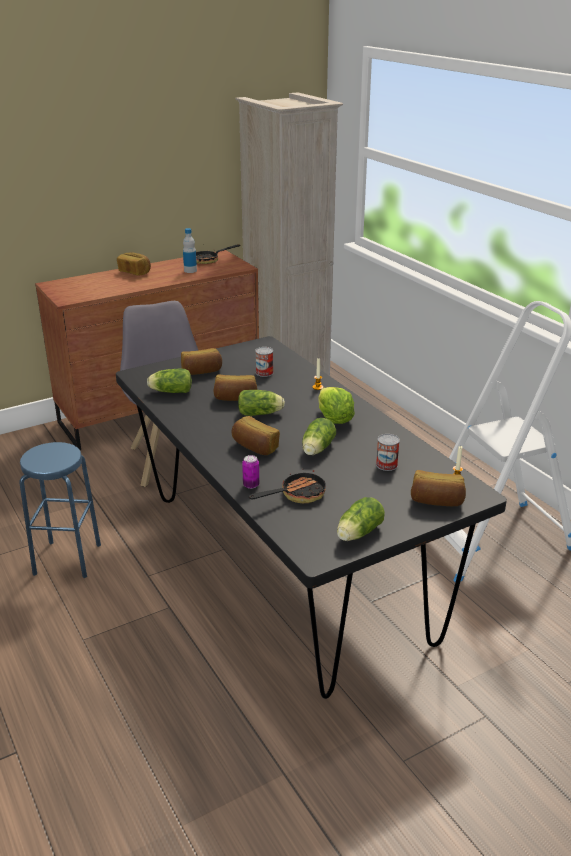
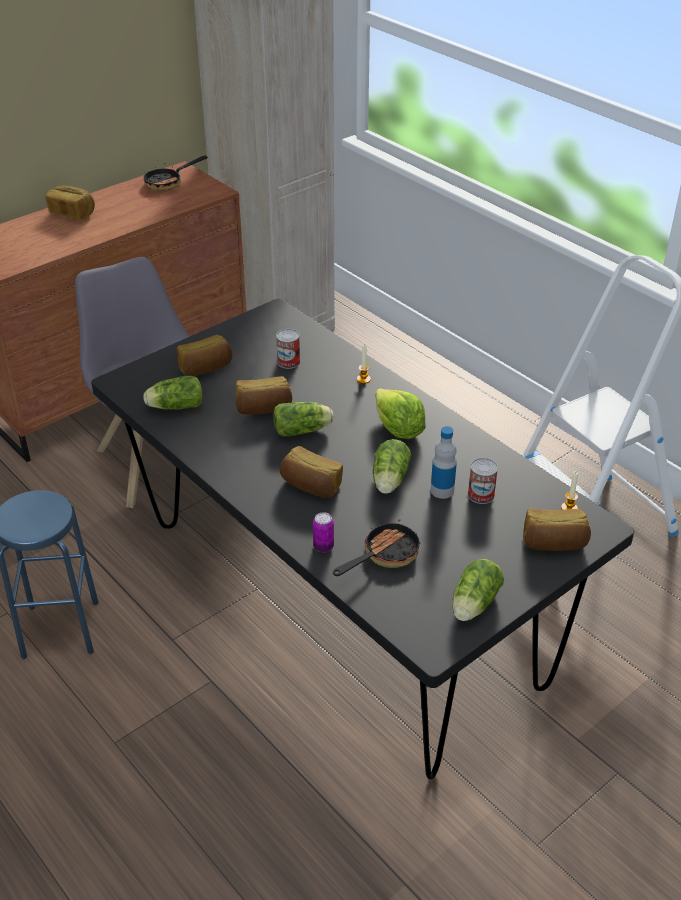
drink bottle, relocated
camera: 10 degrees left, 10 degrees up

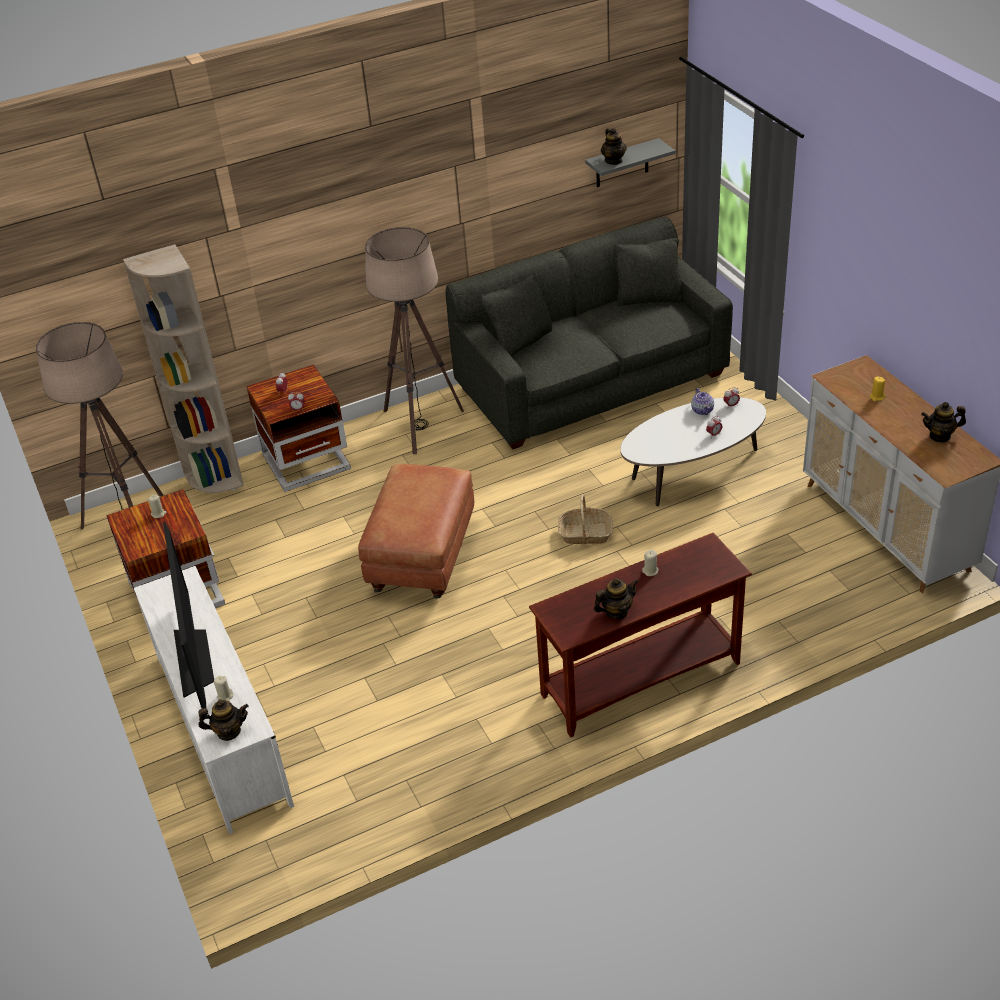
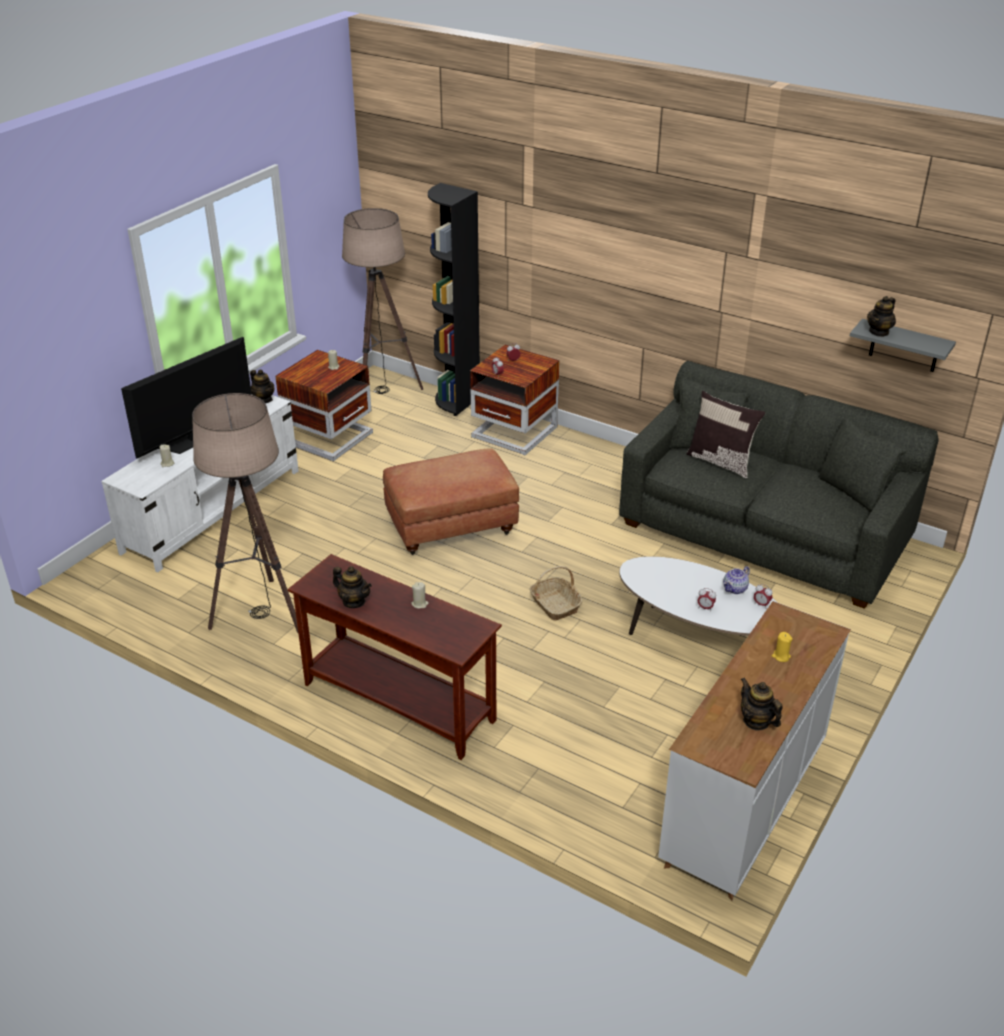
standing lamp (no. 2 from left in the first image) -> standing lamp (no. 1 from left), relocated
bookshelf in beige -> bookshelf in blackish
tea pot (no. 1 from left), relocated
none -> cushion
camera: 55 degrees right, 5 degrees down

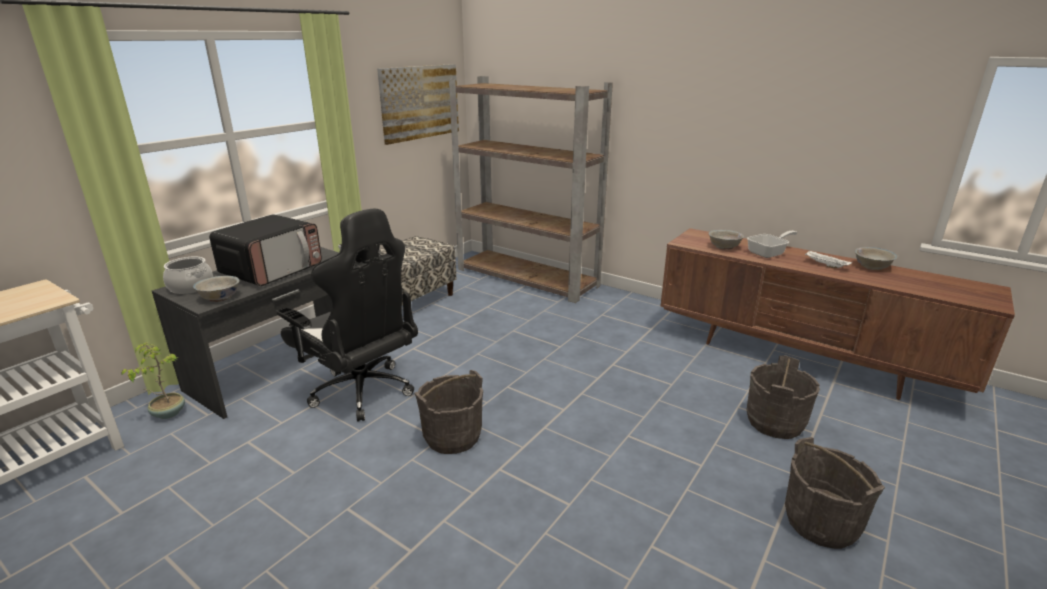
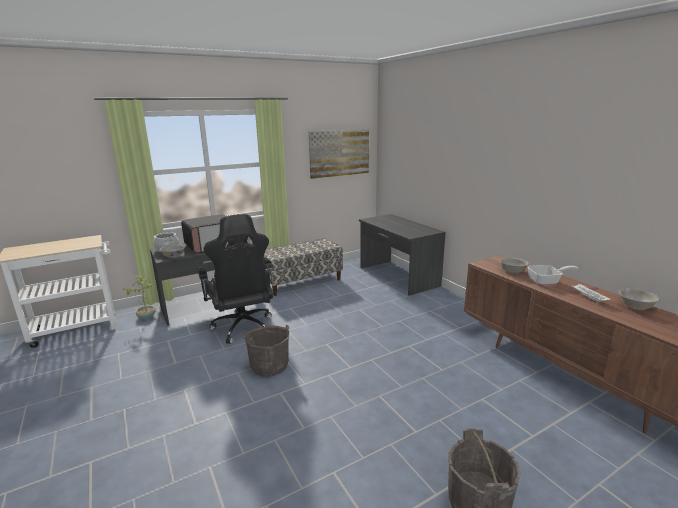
bookshelf in brown-coloured -> desk in gray (no. 2 from left)
water bucket in gray (no. 2 from left) -> none
camera: 25 degrees right, 5 degrees down

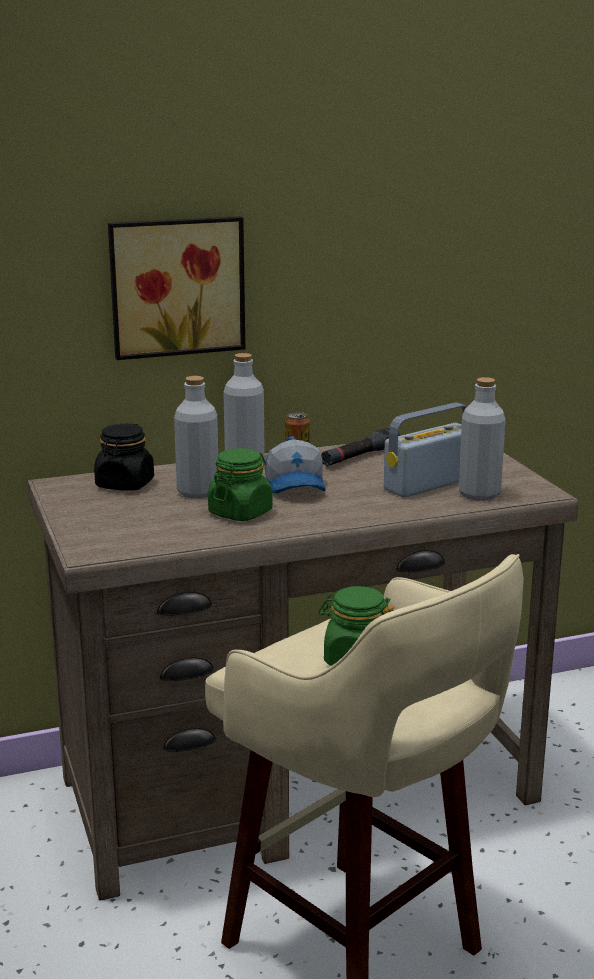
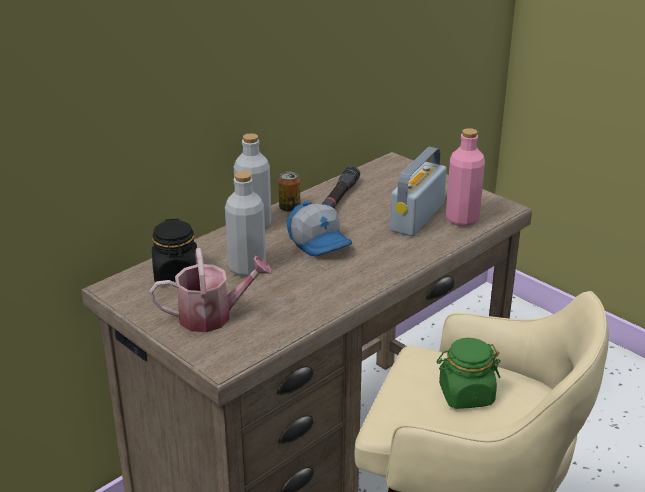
picture -> none
drink bottle in gray (no. 3 from left) -> drink bottle in pink
jar in green (no. 1 from left) -> none
none -> watering can
camera: 25 degrees left, 10 degrees up

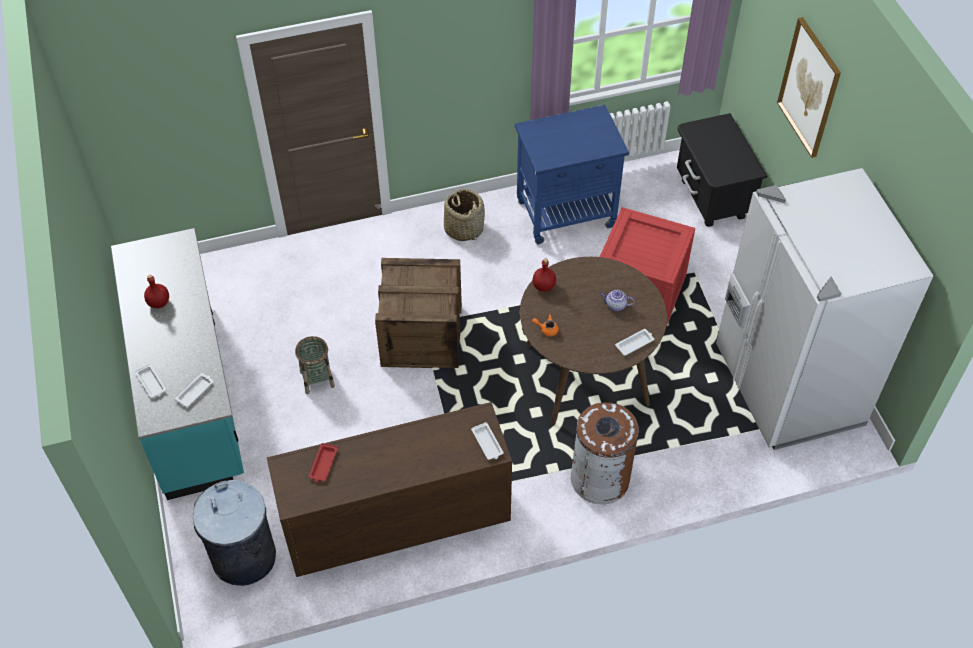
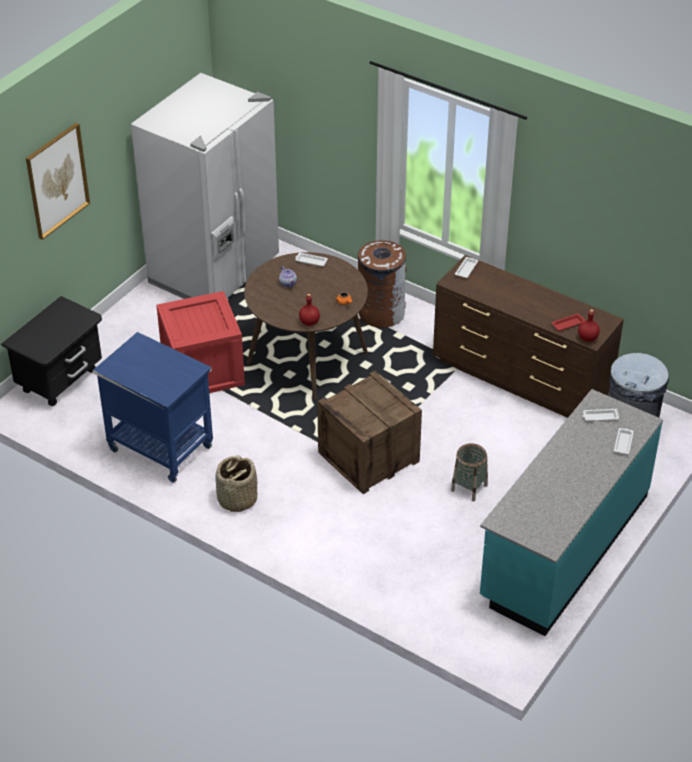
drink bottle in reddish (no. 1 from left in the first image) -> drink bottle in reddish (no. 2 from left), relocated
camera: 130 degrees left, 10 degrees down

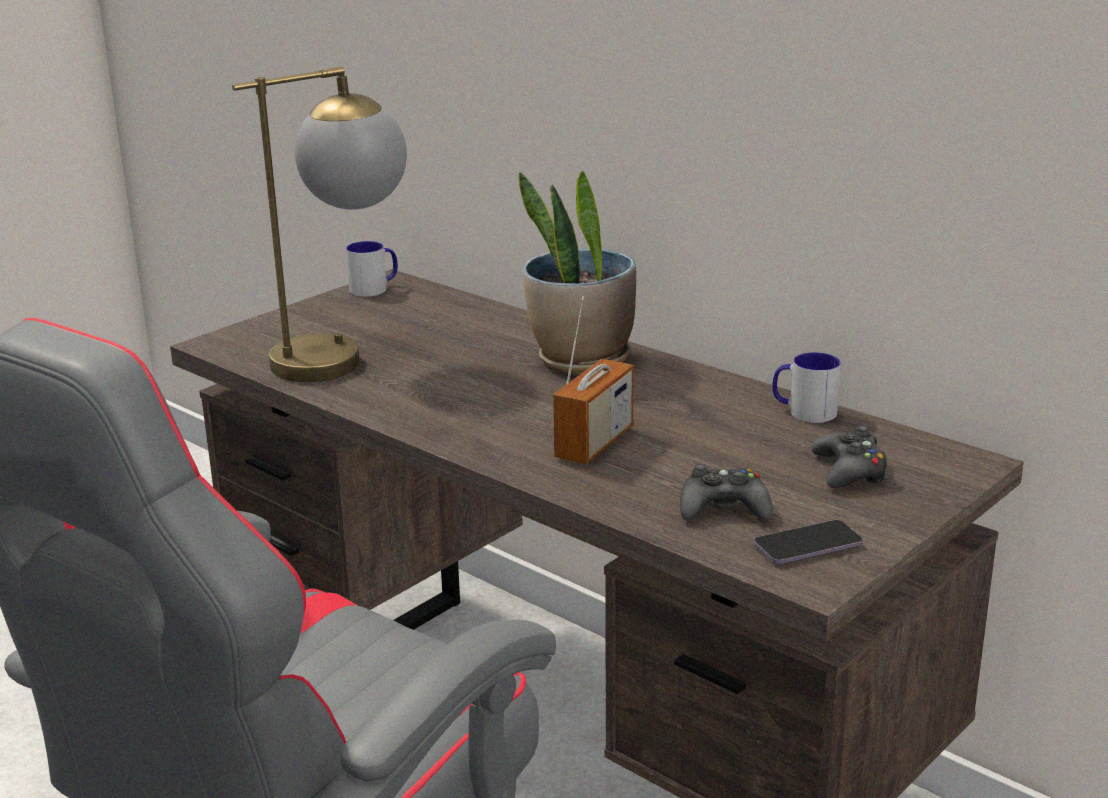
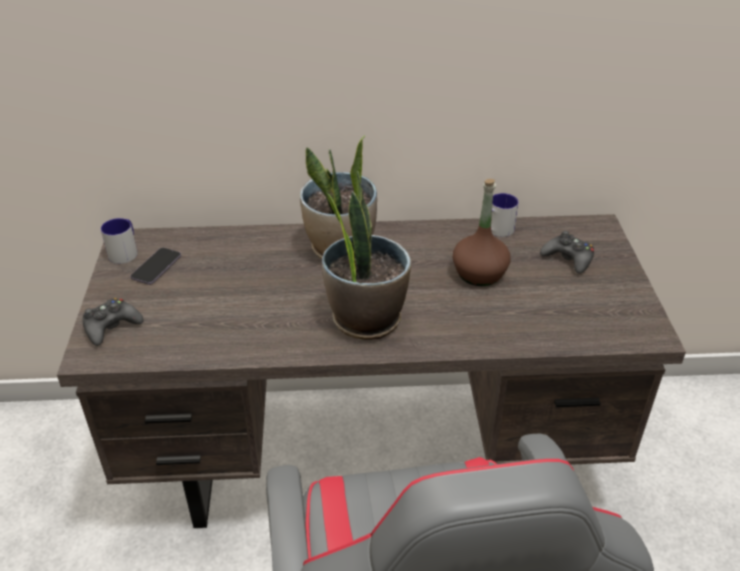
lamp for a table -> none
radio -> none
joypad in blackish (no. 1 from left), relocated
telephone, relocated
none -> potted plant (no. 2 from left)
none -> drink bottle in brown-coloured
camera: 45 degrees left, 15 degrees up

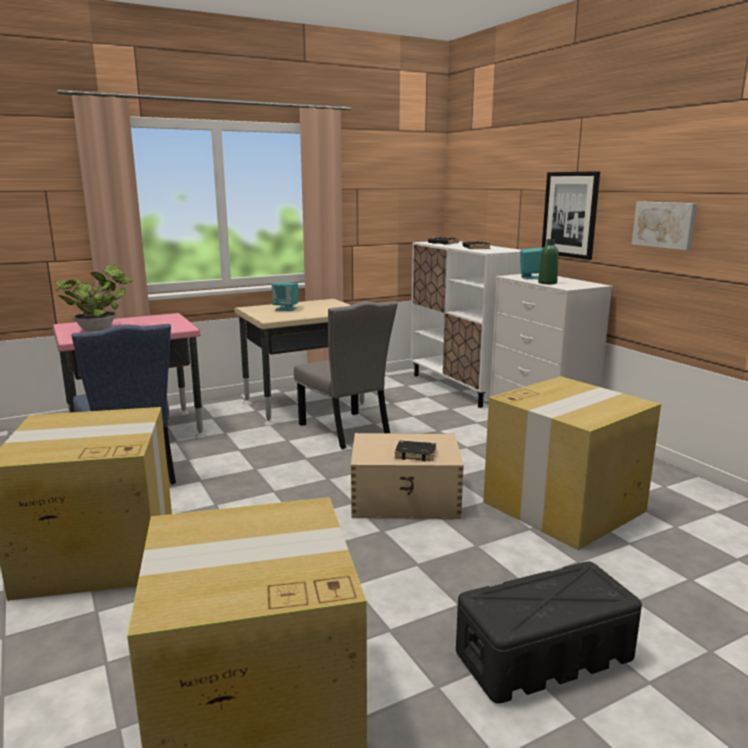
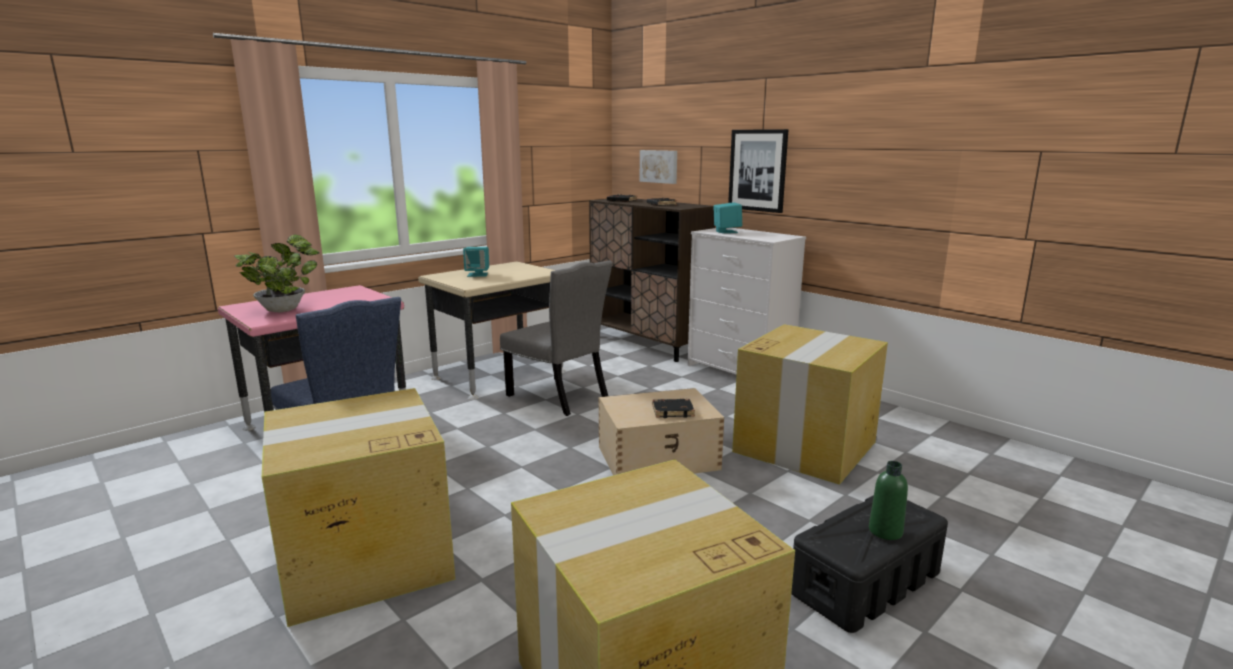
picture (no. 2 from left in the first image) -> picture (no. 1 from left), relocated
drink bottle in green, relocated
cabinet in white -> cabinet in brown-coloured
camera: 15 degrees left, 0 degrees up

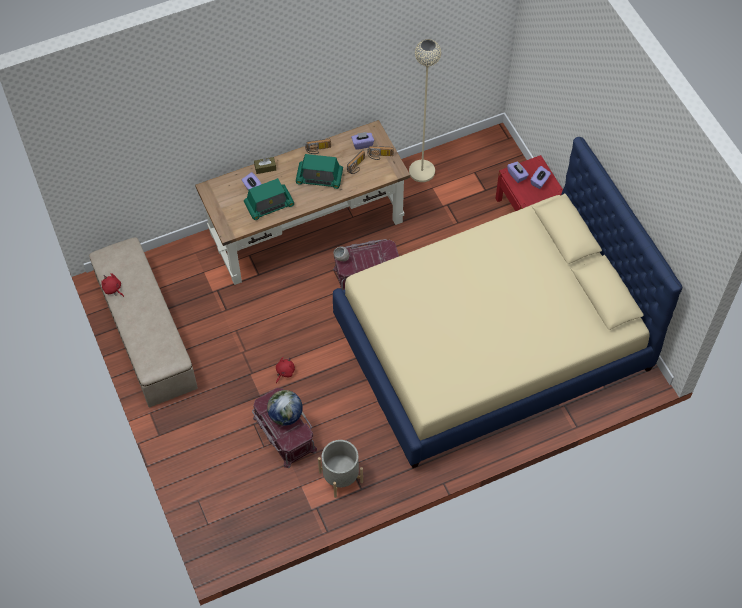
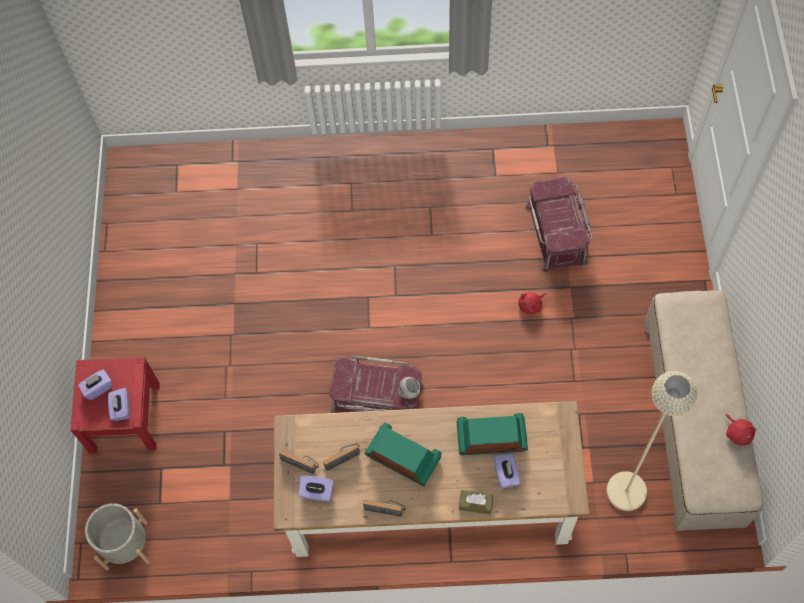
standing lamp in beige, relocated
bed in beige -> none
desk globe -> none
planter in gray, relocated
camera: 155 degrees left, 5 degrees up

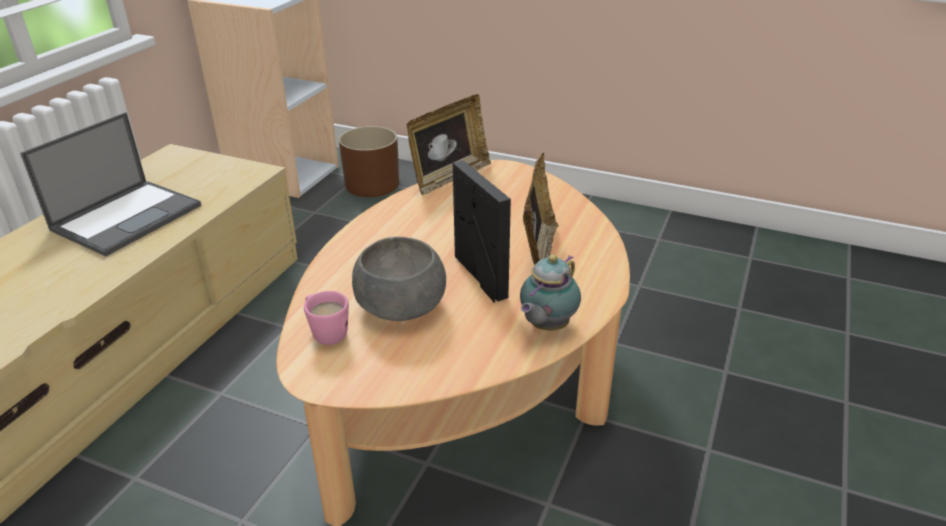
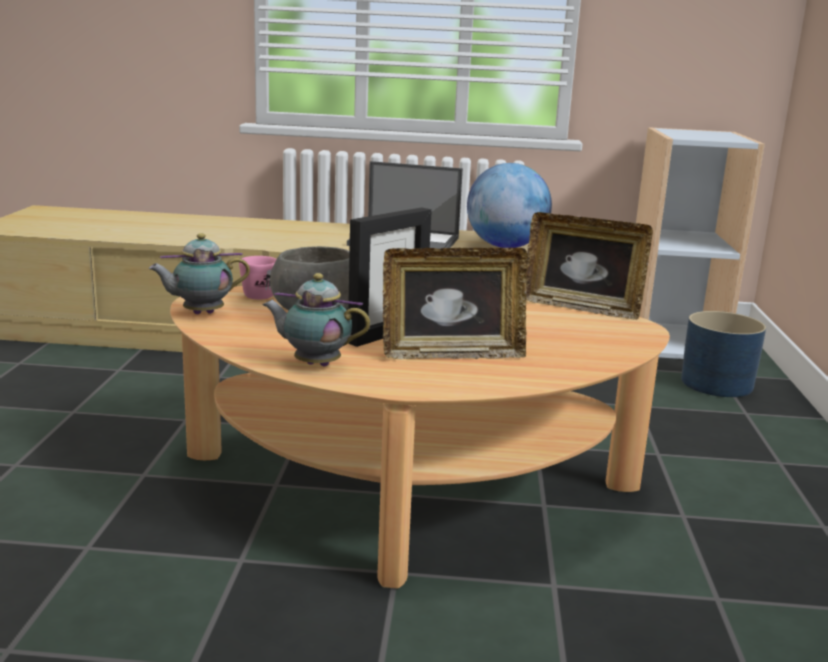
planter in brown-coloured -> planter in blue
none -> desk globe
none -> tea pot (no. 1 from left)
camera: 70 degrees right, 15 degrees down

